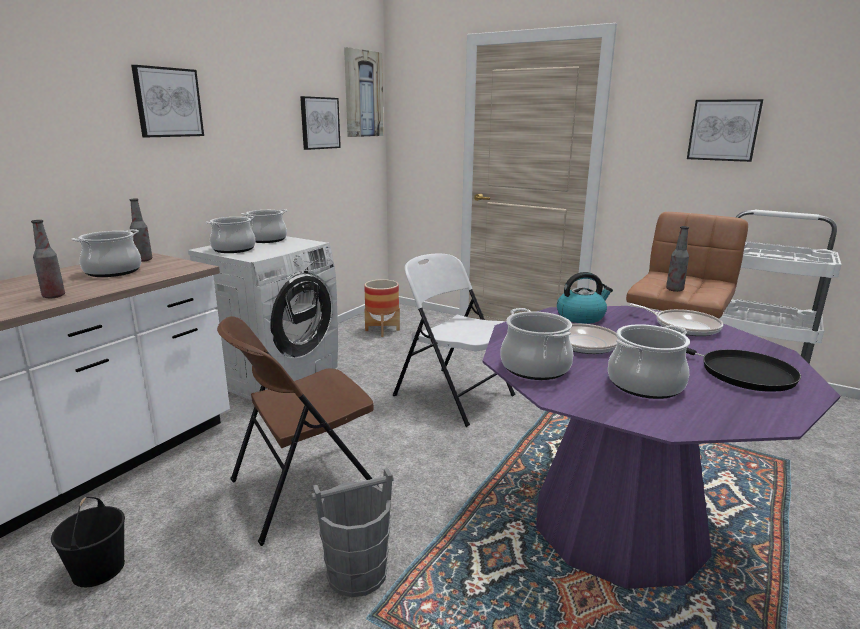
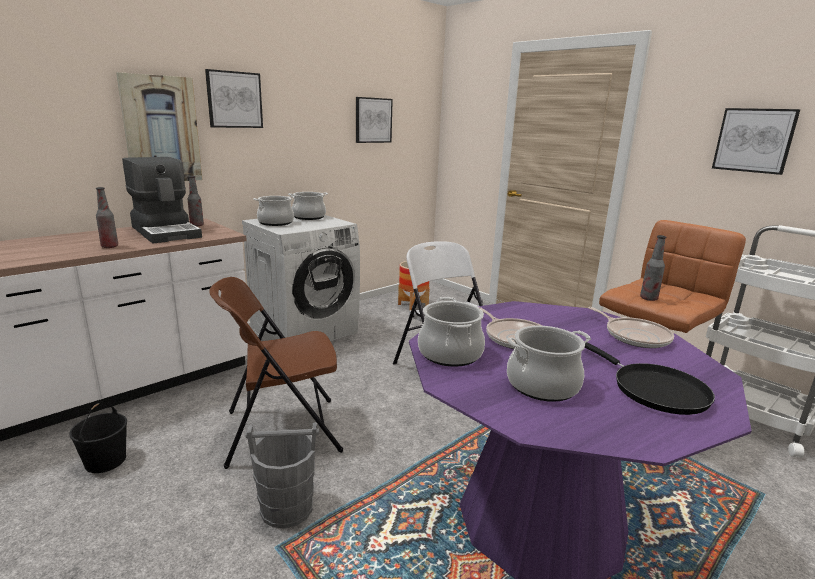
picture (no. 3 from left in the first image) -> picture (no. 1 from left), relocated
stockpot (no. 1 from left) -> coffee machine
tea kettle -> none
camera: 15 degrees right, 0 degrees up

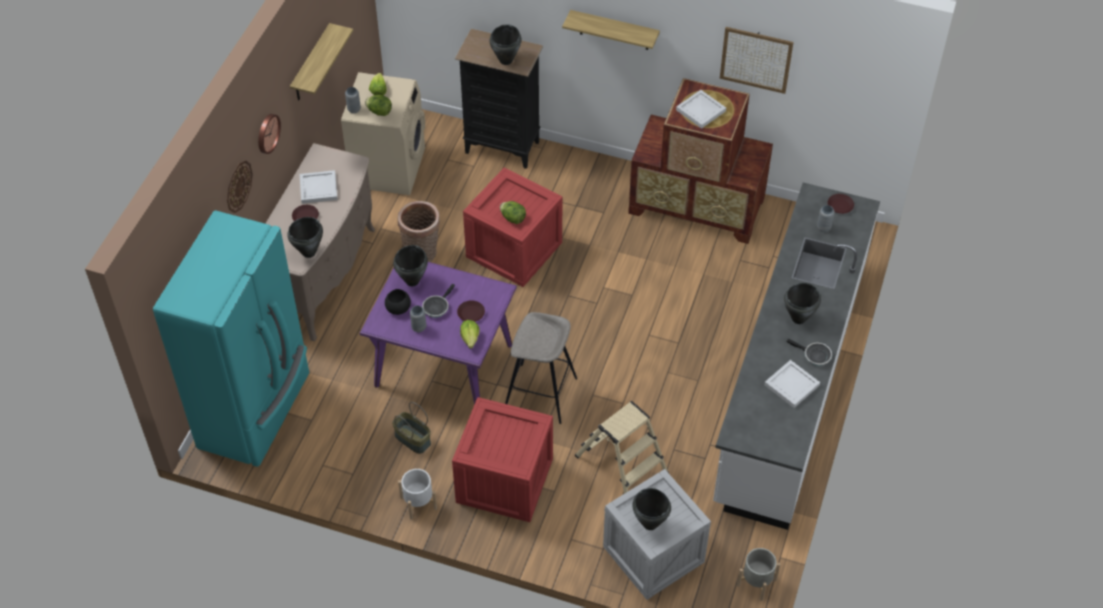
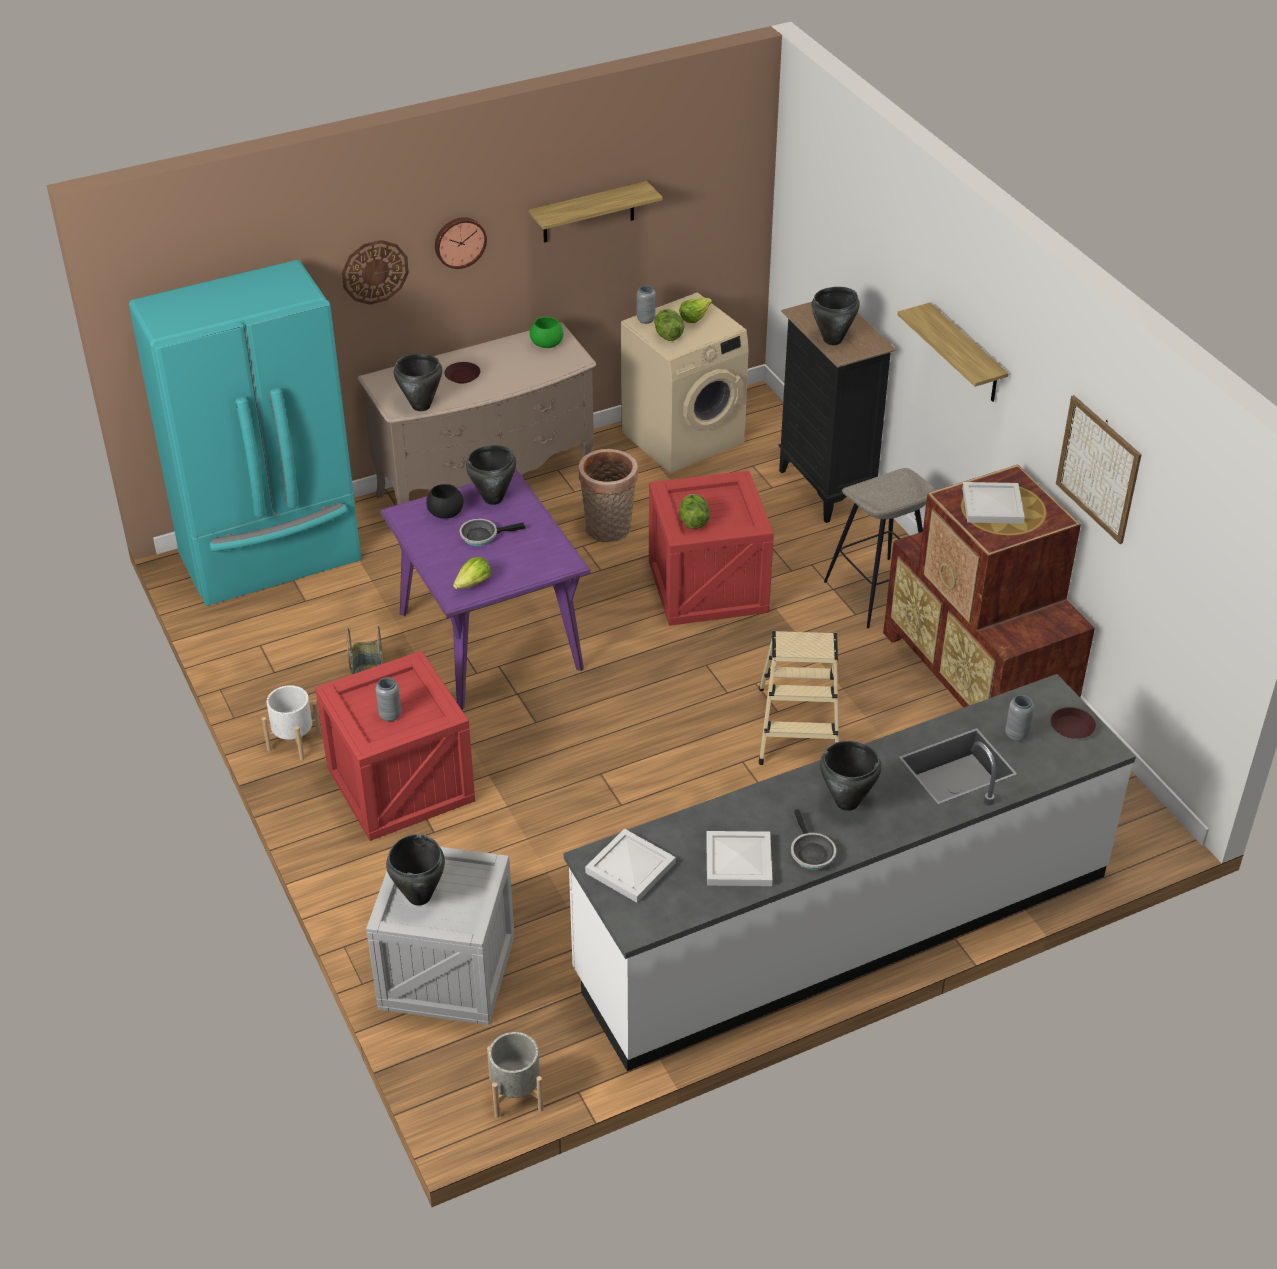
tray in white (no. 1 from left), relocated
flat dish in brown-coloured (no. 2 from left) -> none
vase in gray (no. 2 from left in the first image) -> vase in gray (no. 1 from left), relocated
sitting stool in gray, relocated
stepladder in beige, relocated
none -> serving bowl in green
camera: 45 degrees right, 10 degrees down

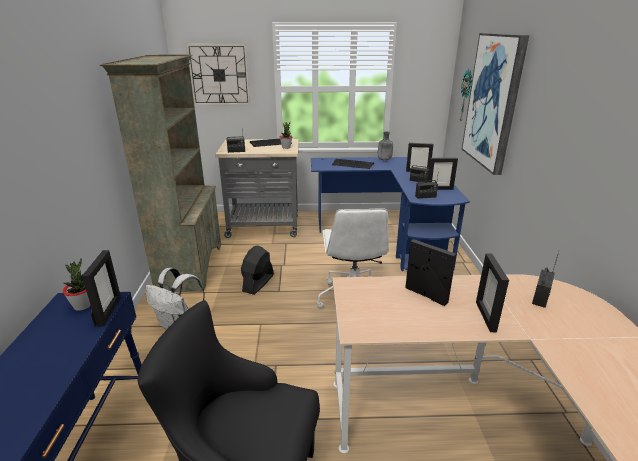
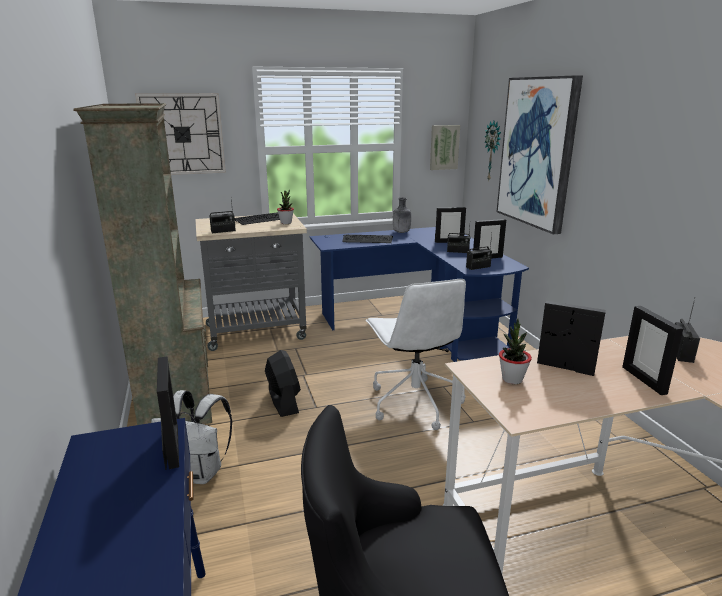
cooling fan in blackish, 150 degrees clockwise
potted plant (no. 1 from left in the first image) -> potted plant (no. 2 from left), relocated
none -> picture (no. 1 from left)
camera: 15 degrees left, 5 degrees down

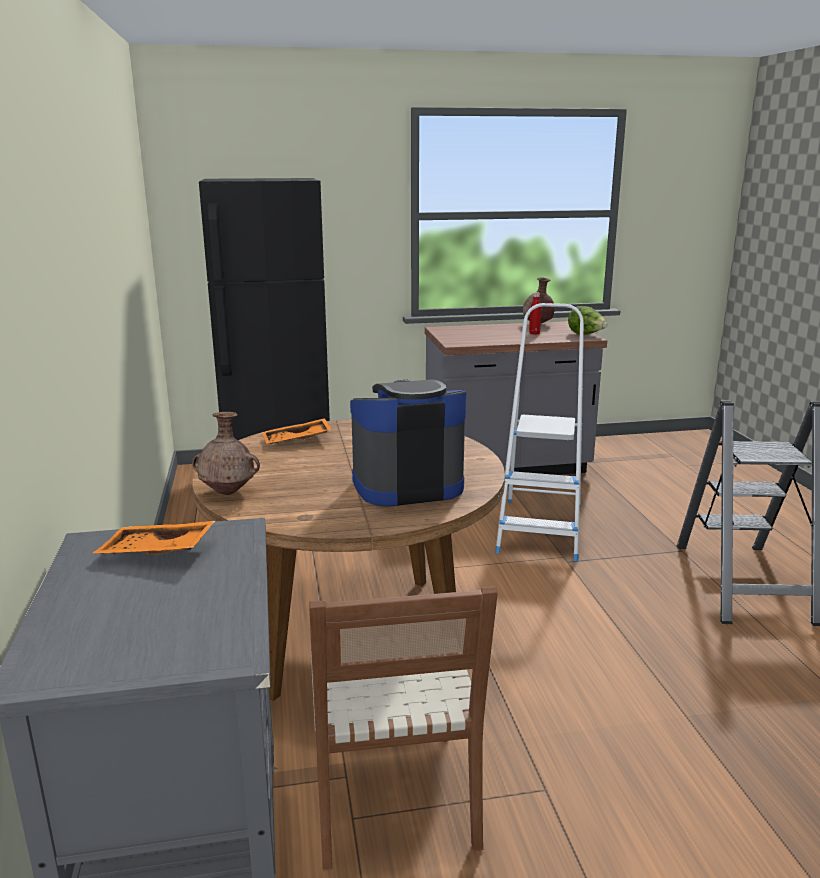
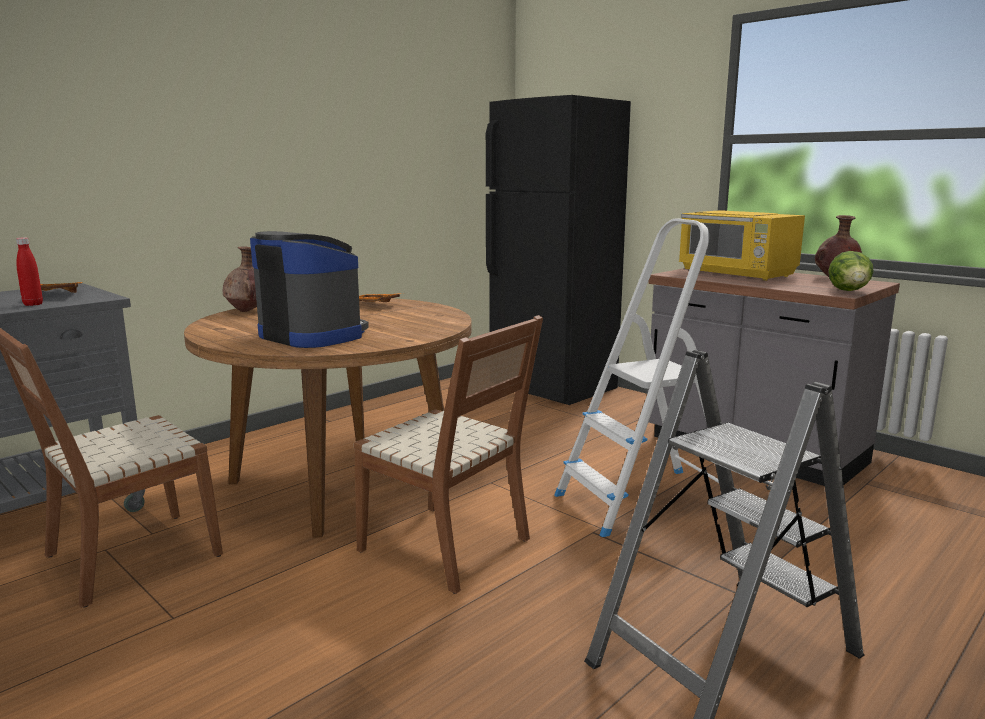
drink bottle in reddish, relocated
none -> microwave oven in yellowish
none -> plain chair (no. 2 from left)
camera: 55 degrees right, 5 degrees down

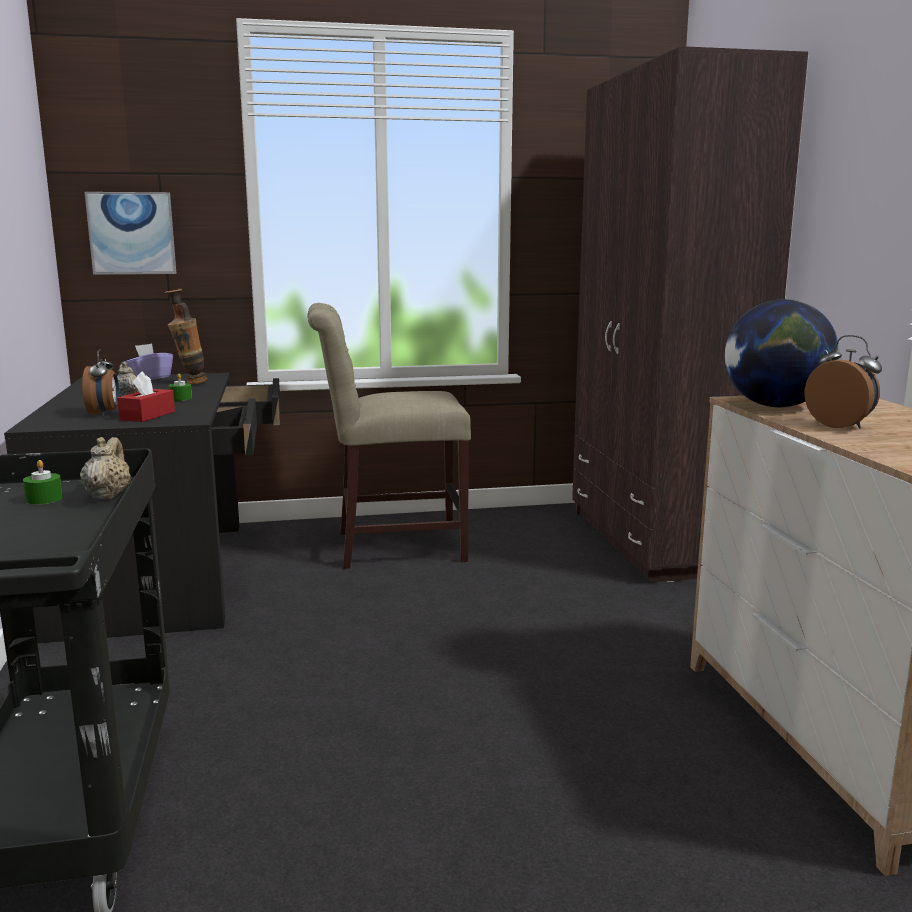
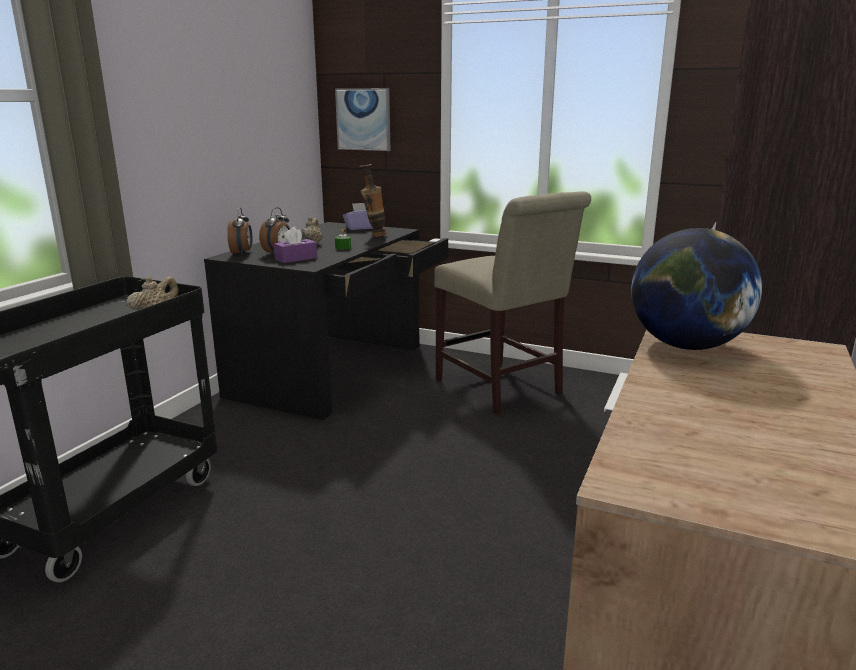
plain chair in beige, 150 degrees counterclockwise
alarm clock (no. 2 from left in the first image) -> alarm clock (no. 1 from left), relocated
tissue holder in reddish -> tissue holder in purple (no. 1 from left)
wax candle in green (no. 1 from left) -> none
camera: 35 degrees right, 5 degrees up

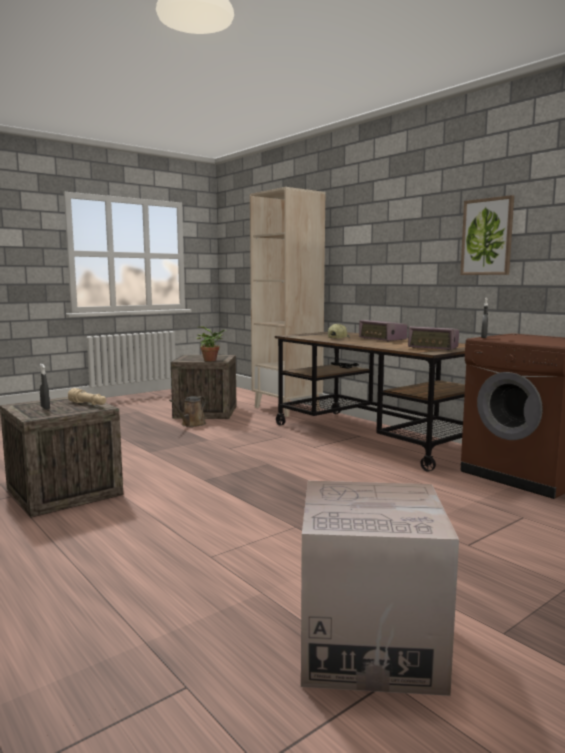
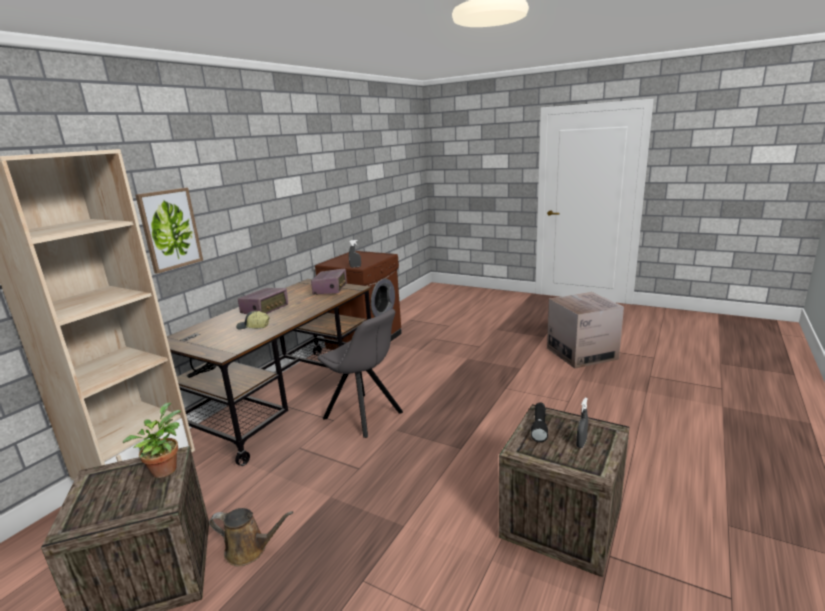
picture, relocated
hand torch in beige -> hand torch in blackish
none -> plain chair in gray
camera: 110 degrees left, 10 degrees up

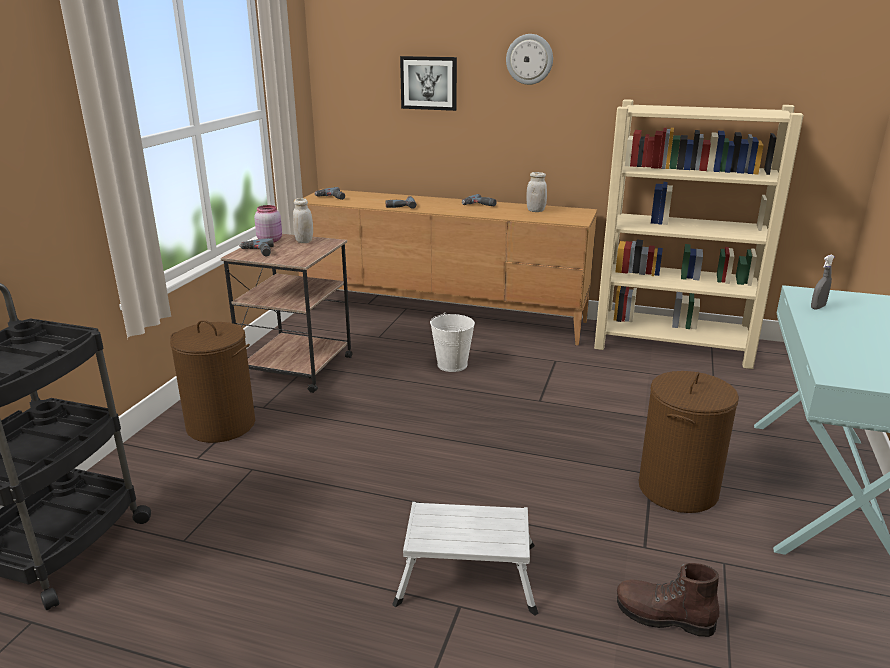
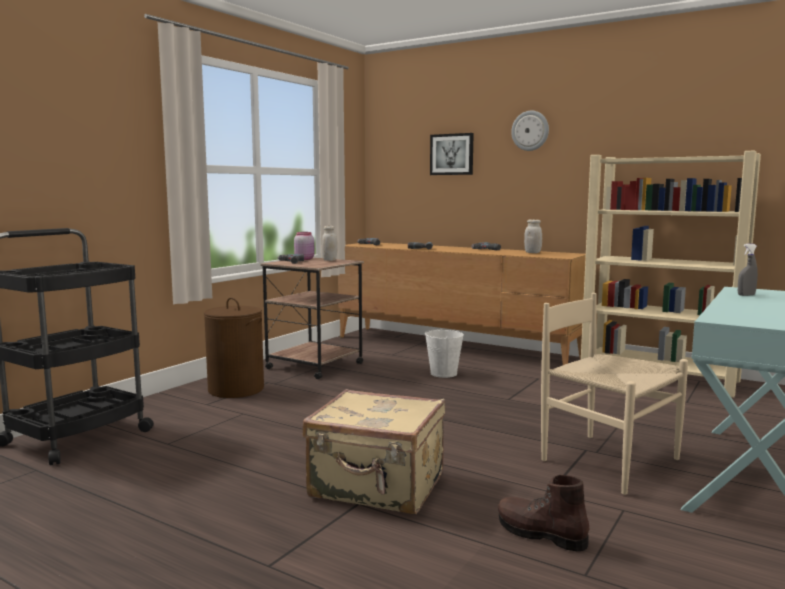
washing basket in brown-coloured (no. 2 from left) -> plain chair in beige
stepladder in white -> piece of luggage in beige
camera: 15 degrees right, 15 degrees down

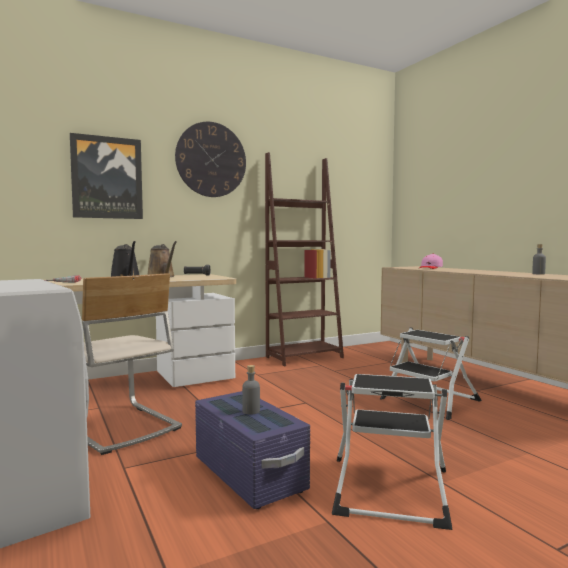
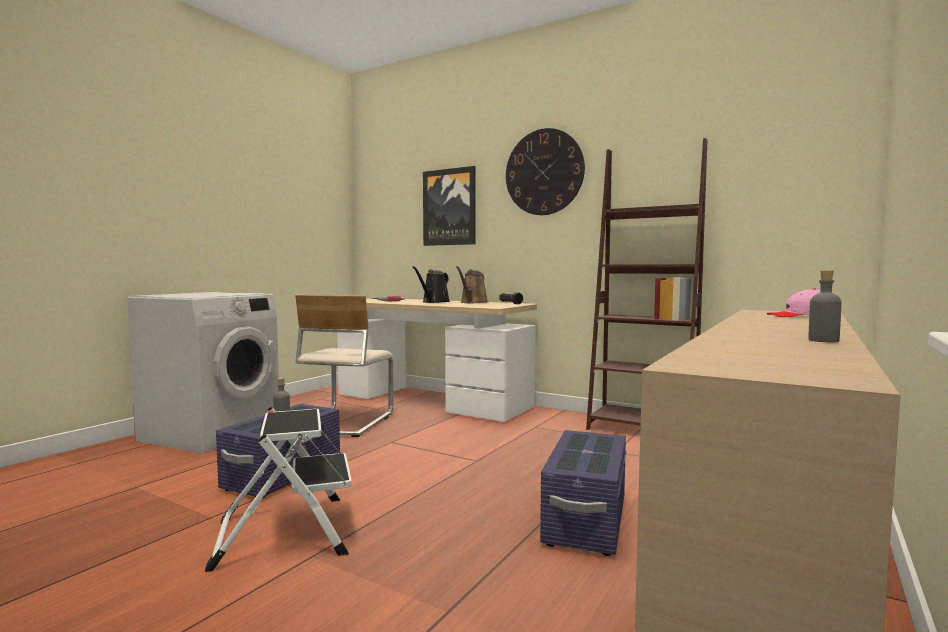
stepladder (no. 2 from left) -> storage bin in purple (no. 2 from left)
camera: 60 degrees right, 0 degrees up

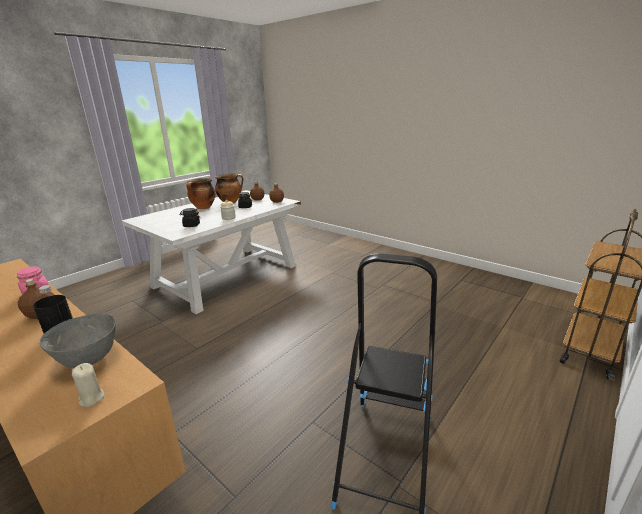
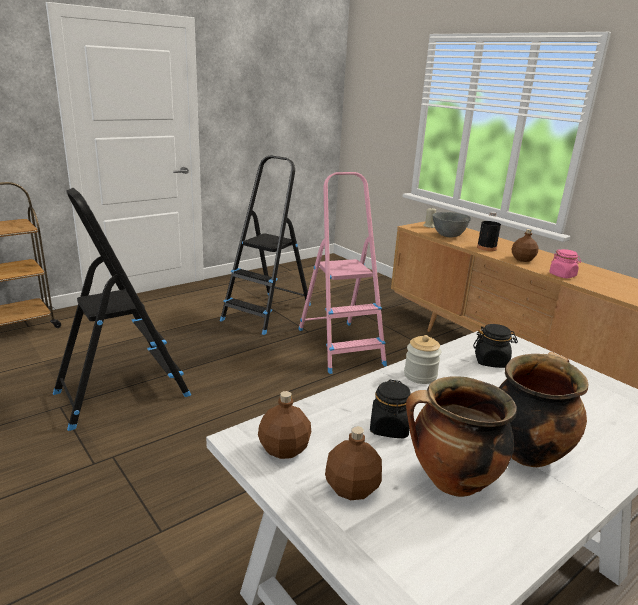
none -> stepladder in pink
none -> stepladder in blackish (no. 1 from left)
camera: 170 degrees left, 0 degrees up

